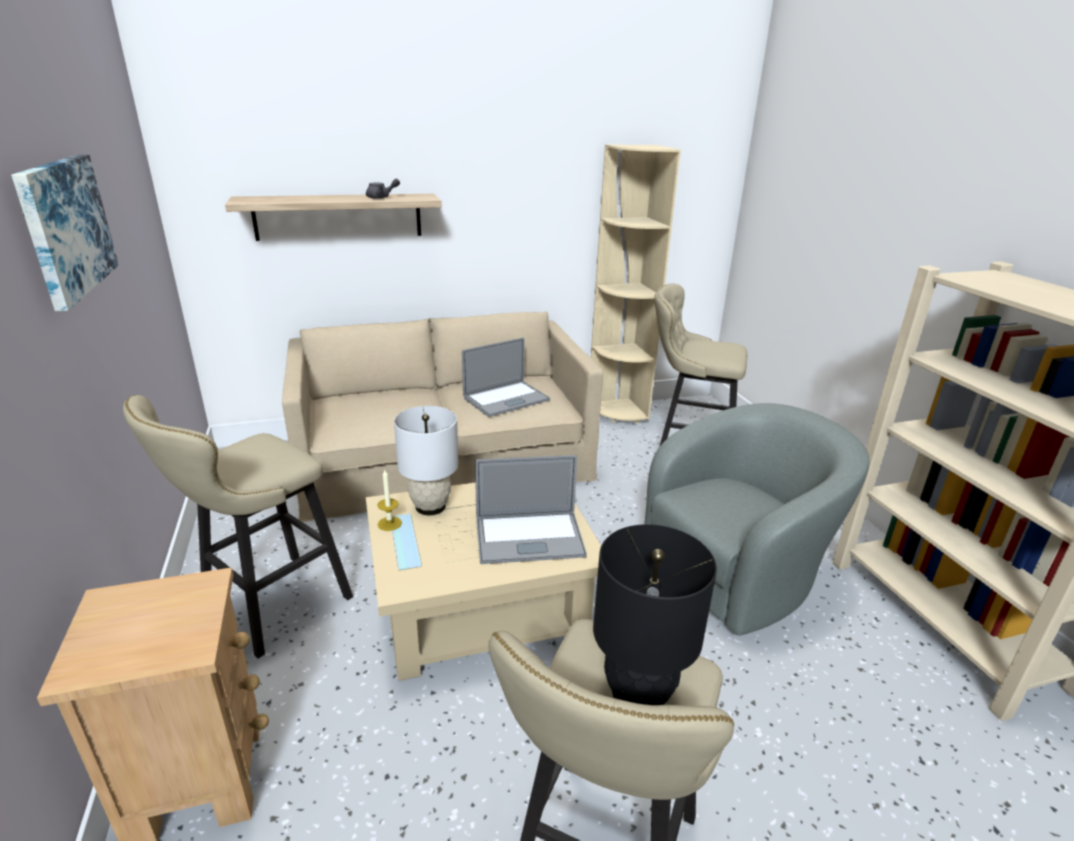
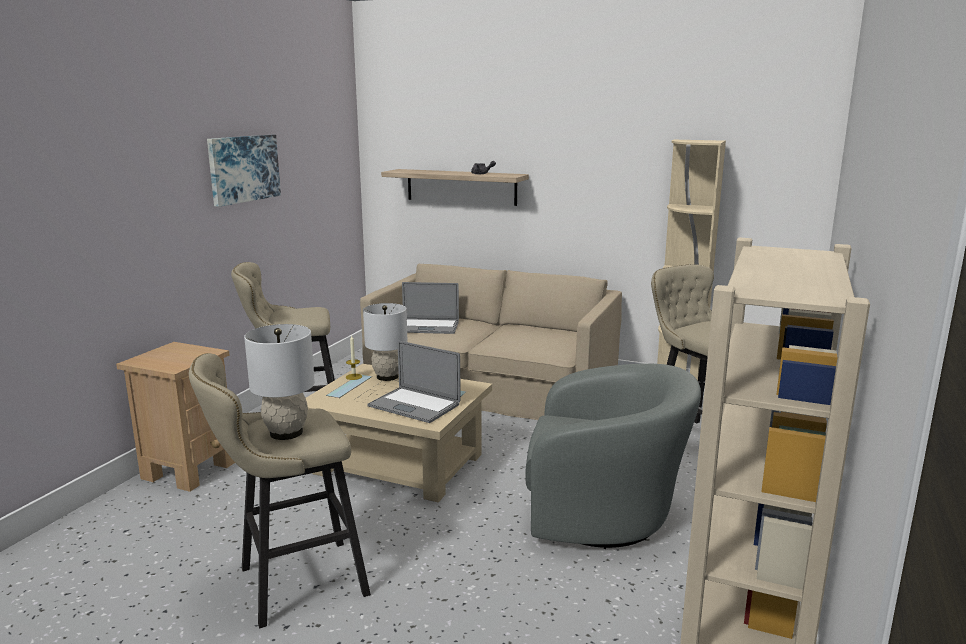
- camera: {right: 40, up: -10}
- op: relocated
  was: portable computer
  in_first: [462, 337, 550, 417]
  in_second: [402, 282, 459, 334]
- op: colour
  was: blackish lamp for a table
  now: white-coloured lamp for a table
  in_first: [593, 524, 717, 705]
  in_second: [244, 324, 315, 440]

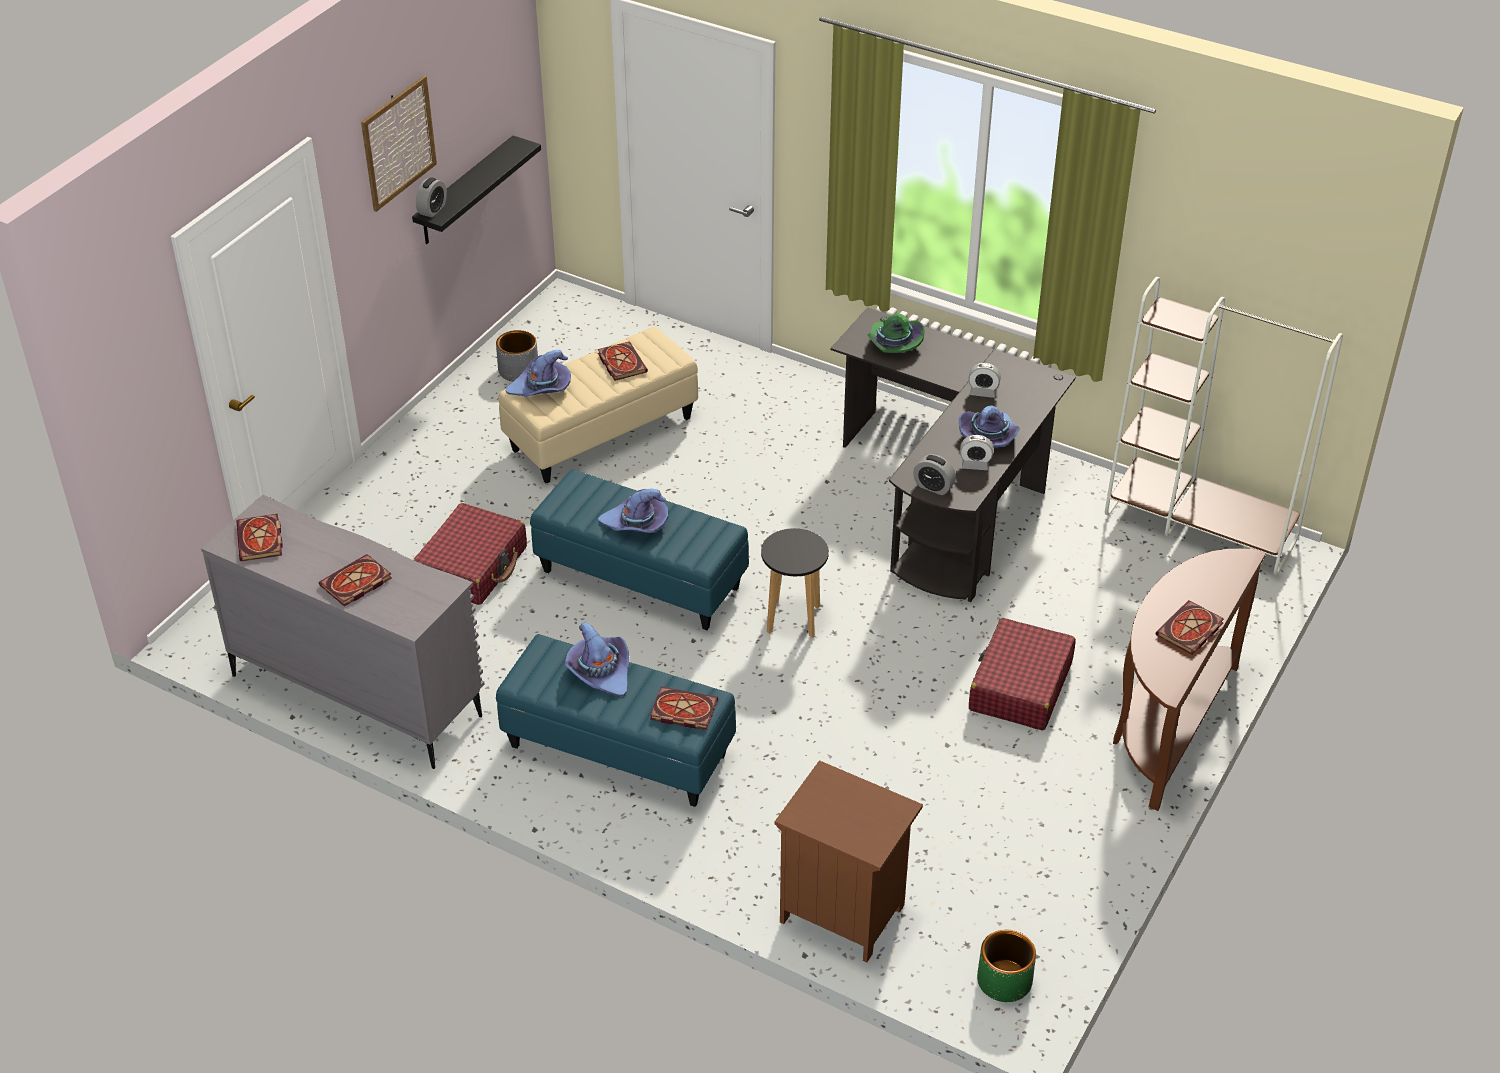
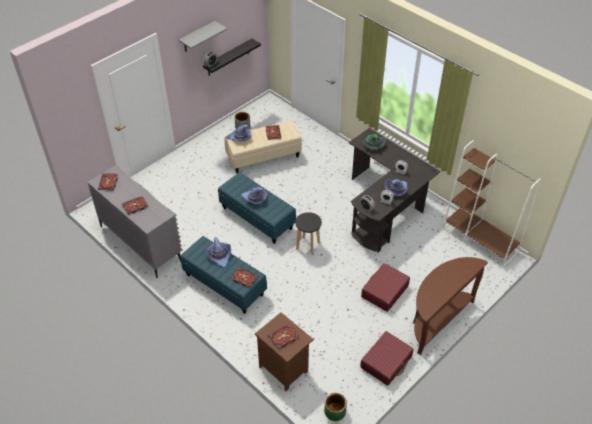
- camera: {right: 15, up: 5}
- op: exchanged
  was: wall art
  now: gray shelf
  in_first: [361, 75, 437, 212]
  in_second: [179, 21, 227, 51]
- op: relocated
  was: reddish travel case
  in_first: [413, 503, 527, 605]
  in_second: [360, 331, 413, 386]
- op: relocated
  was: volume
  in_first: [1156, 600, 1224, 655]
  in_second: [268, 324, 299, 349]

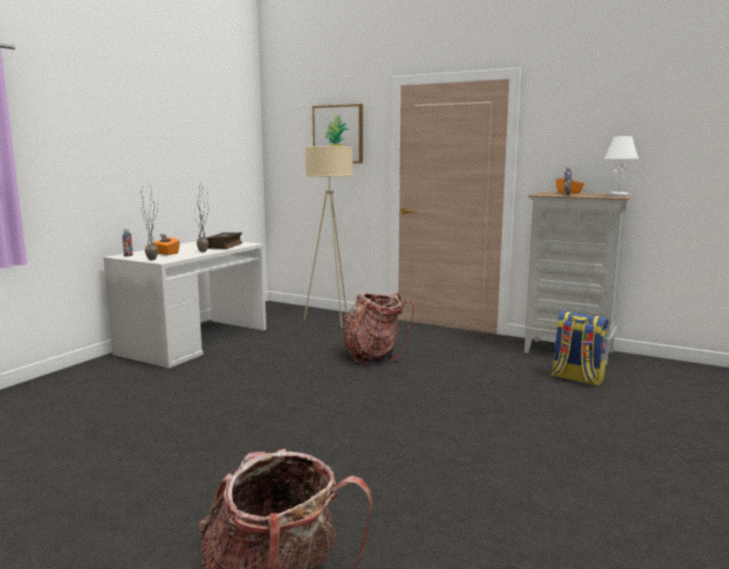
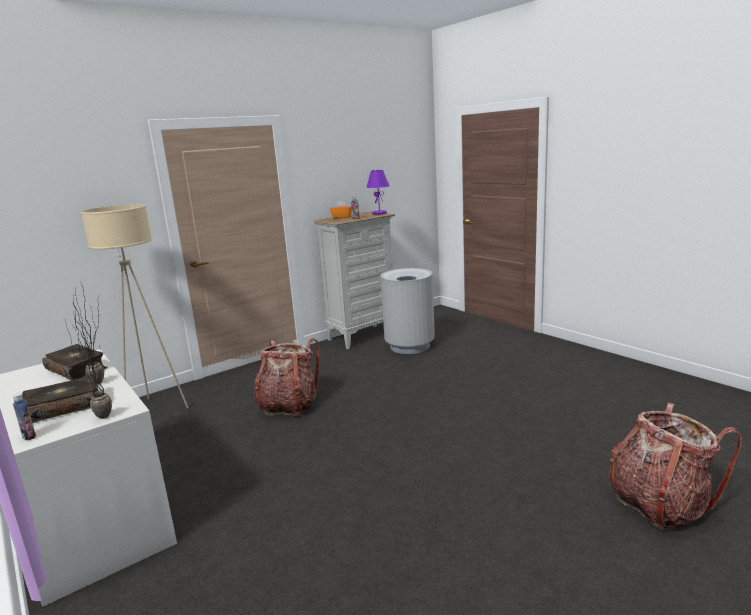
- camera: {right: -65, up: 5}
- op: exchanged
  was: orangey tissue box
  now: volume
  in_first: [153, 234, 180, 255]
  in_second: [22, 375, 100, 423]
- op: missing
  was: wall art
  in_first: [312, 104, 363, 163]
- op: exchanged
  was: rucksack
  now: gray rubbish bin
  in_first: [552, 311, 609, 386]
  in_second: [380, 268, 435, 354]
- op: colour
  was: white-coloured lamp for a table
  now: purplish lamp for a table
  in_first: [604, 136, 639, 196]
  in_second: [366, 170, 390, 214]

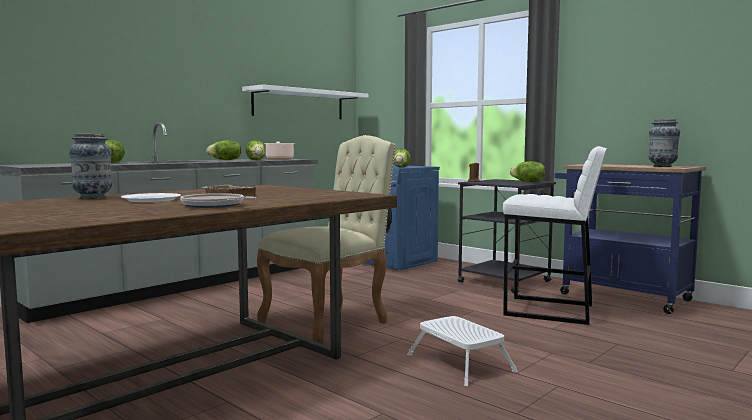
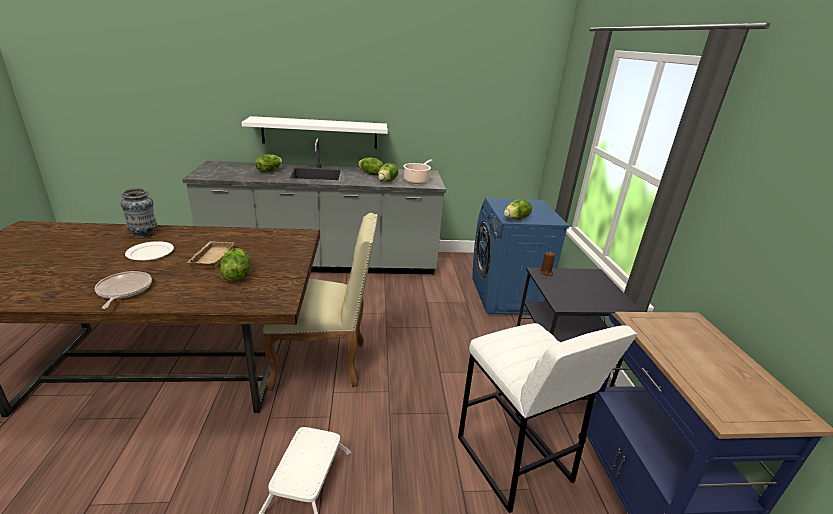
- camera: {right: 40, up: 20}
- op: relocated
  was: white-coloured shelf
  in_first: [242, 85, 368, 119]
  in_second: [241, 116, 388, 149]
- op: relocated
  was: lettuce
  in_first: [510, 161, 546, 182]
  in_second: [220, 248, 250, 281]
- op: missing
  was: vase
  in_first: [649, 119, 680, 167]

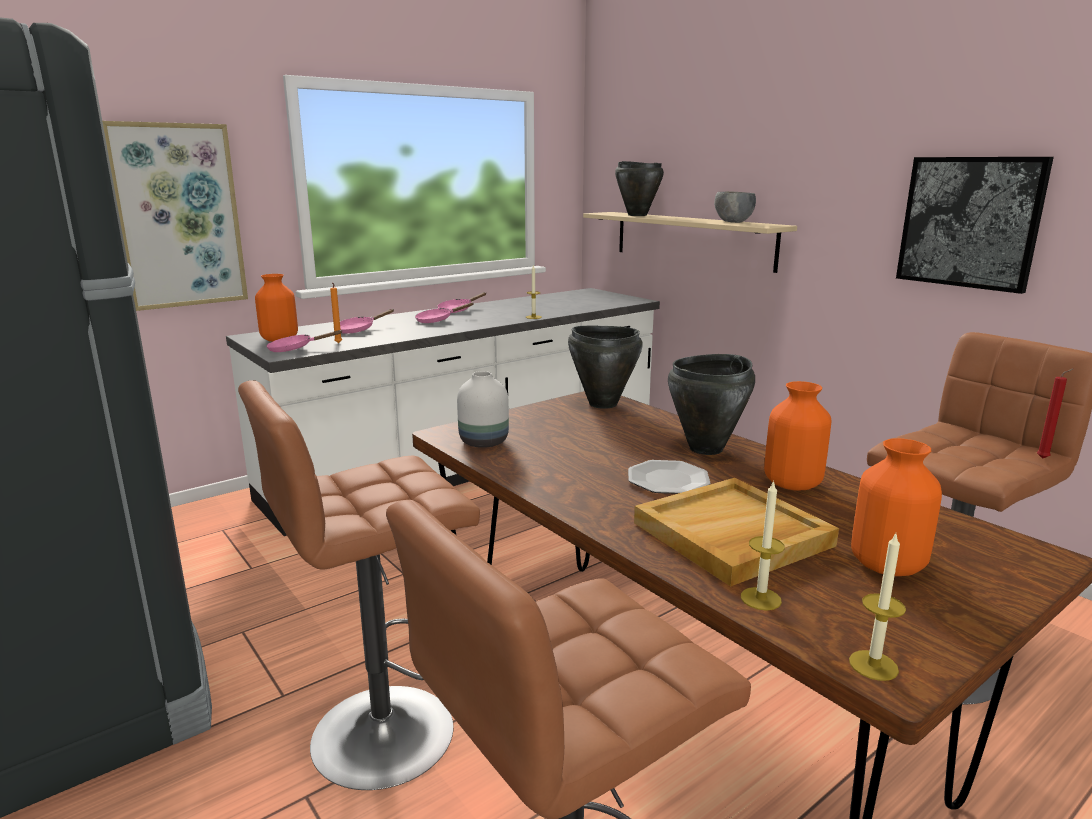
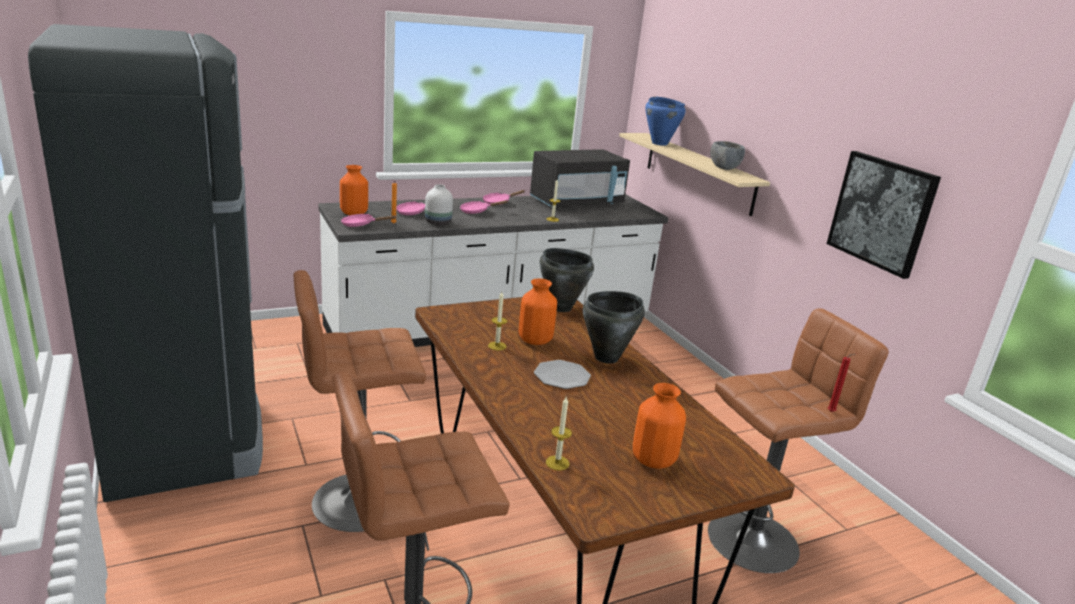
- camera: {right: 10, up: 5}
- op: missing
  was: wall art
  in_first: [102, 121, 248, 311]
- op: relocated
  was: white-coloured vase
  in_first: [457, 371, 509, 448]
  in_second: [425, 184, 453, 225]
- op: colour
  was: blackish saucepot
  now: blue saucepot
  in_first: [615, 161, 664, 216]
  in_second: [645, 97, 686, 146]
- op: missing
  was: sand-coloured serving tray
  in_first: [634, 478, 839, 586]
- op: relocated
  was: orangey vase
  in_first: [764, 381, 831, 491]
  in_second: [519, 278, 557, 345]
- op: relocated
  was: candle
  in_first: [849, 534, 906, 681]
  in_second: [488, 292, 507, 351]
- op: appeared
  now: blackish microwave oven
  in_second: [530, 149, 630, 207]

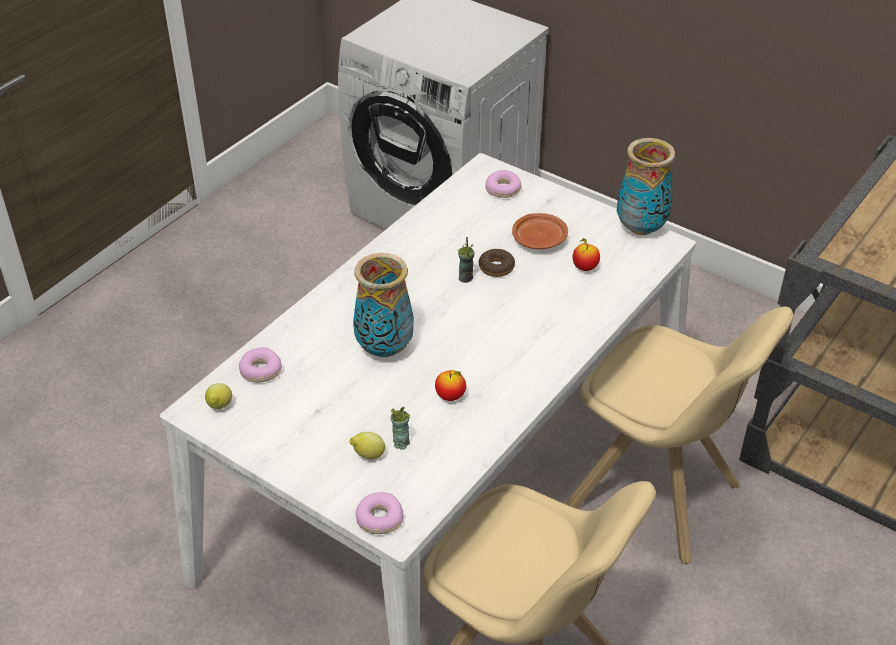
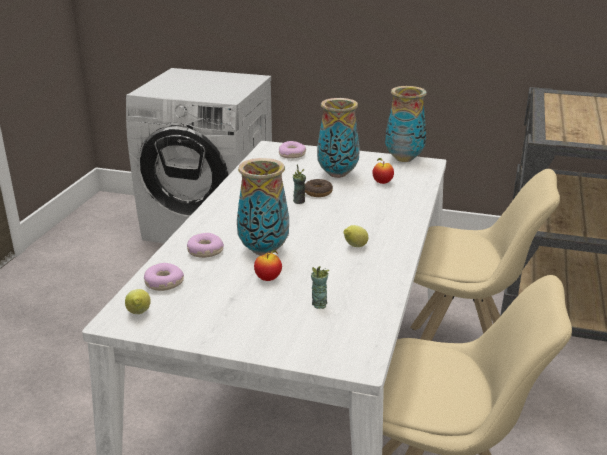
- camera: {right: -20, up: -15}
- op: relocated
  was: lemon
  in_first: [350, 432, 385, 460]
  in_second: [344, 225, 368, 247]
- op: relocated
  was: ring doughnut
  in_first: [356, 492, 403, 534]
  in_second: [187, 233, 224, 258]
- op: relocated
  was: apple fruit
  in_first: [435, 370, 466, 401]
  in_second: [254, 250, 282, 281]
- op: exchanged
  was: brownish flat dish
  now: vase
  in_first: [512, 213, 568, 249]
  in_second: [317, 98, 360, 178]

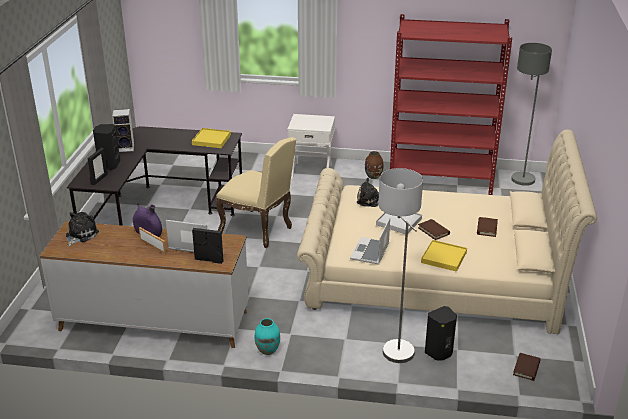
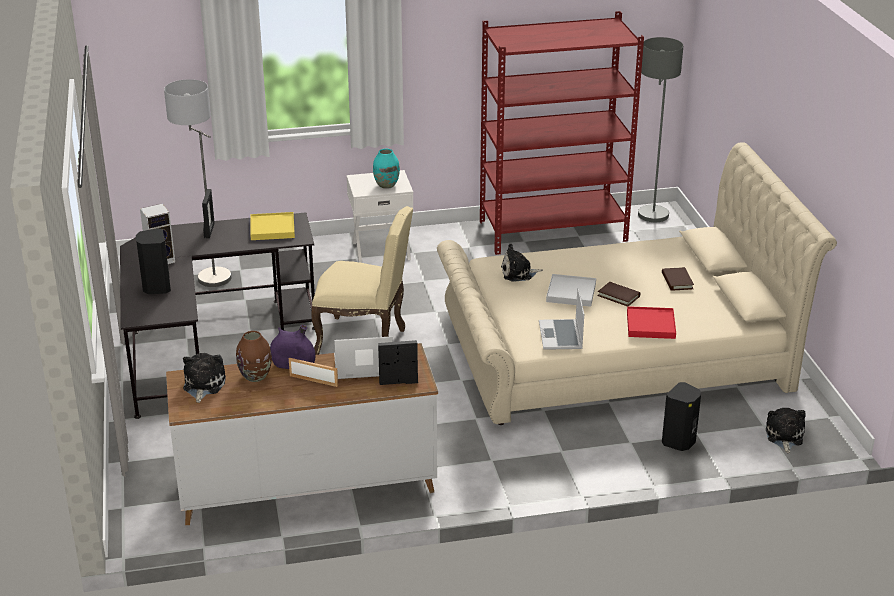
- camera: {right: -20, up: 0}
- op: relocated
  was: picture frame
  in_first: [87, 148, 108, 185]
  in_second: [202, 189, 215, 238]
- op: relocated
  was: turquoise vase
  in_first: [255, 318, 280, 355]
  in_second: [373, 149, 400, 189]
- op: relocated
  was: brownish vase
  in_first: [365, 151, 384, 179]
  in_second: [236, 331, 272, 382]
- op: relocated
  was: gray standing lamp
  in_first: [378, 168, 423, 363]
  in_second: [164, 79, 231, 287]
- op: colour
  was: yellow-coloured serving tray
  now: reddish serving tray
  in_first: [421, 240, 467, 272]
  in_second: [627, 306, 676, 339]
- op: exchanged
  was: brownish volume
  now: cuddly toy
  in_first: [513, 353, 540, 381]
  in_second: [766, 408, 806, 454]

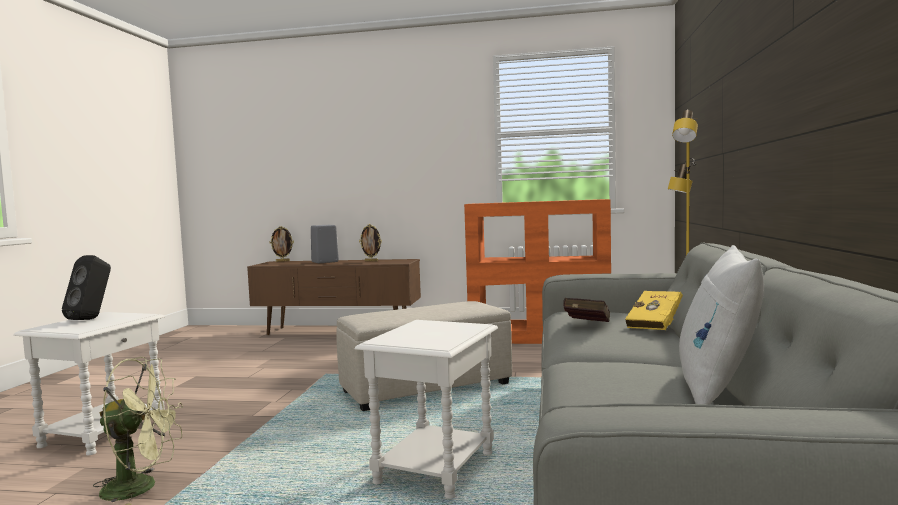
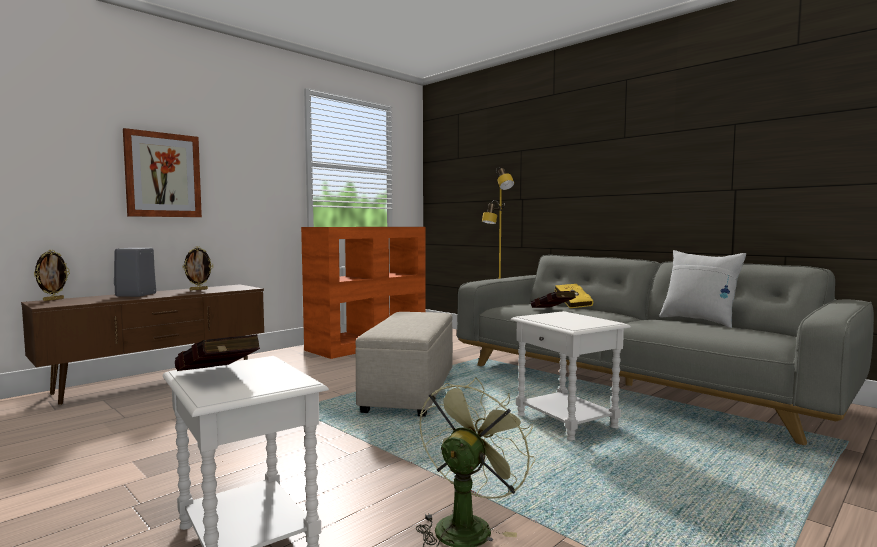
- camera: {right: -55, up: 0}
- op: exchanged
  was: blackish audio speaker
  now: reddish volume
  in_first: [62, 255, 111, 320]
  in_second: [175, 334, 260, 371]
- op: appeared
  now: wall art
  in_second: [123, 128, 202, 217]

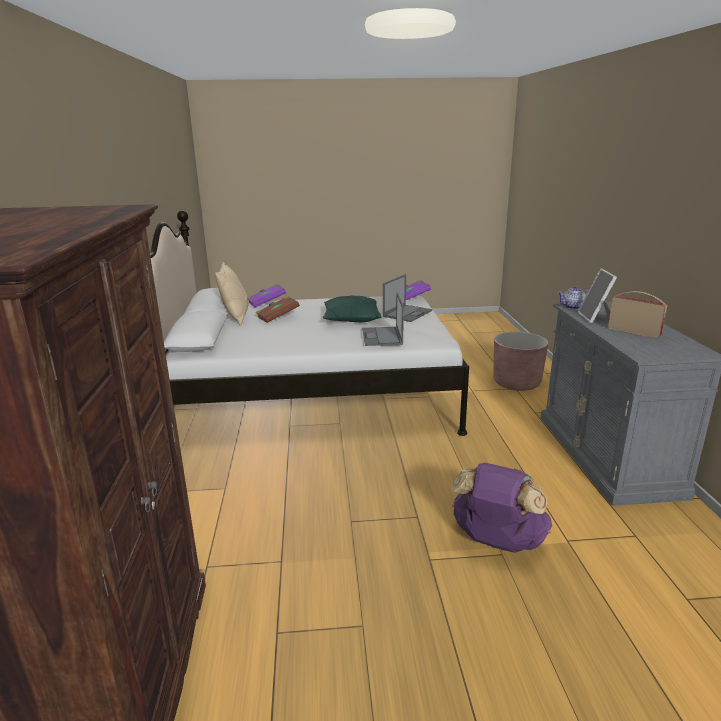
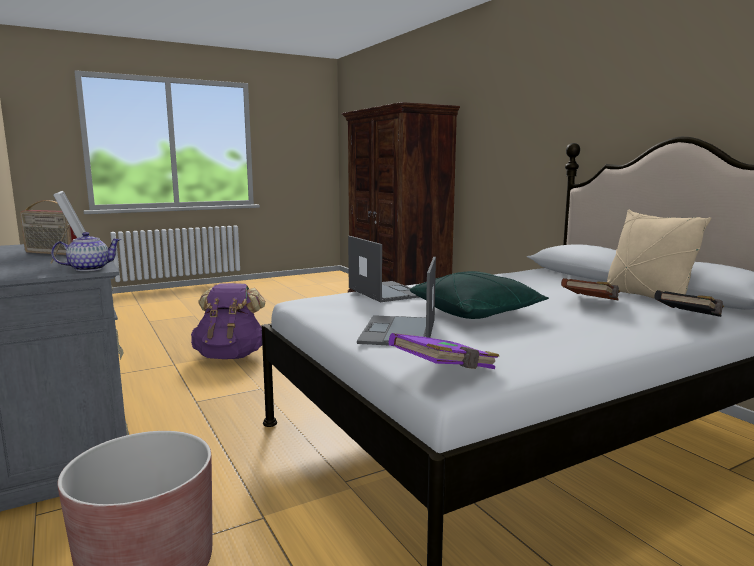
- camera: {right: 155, up: -10}
- op: colour
  was: purplish volume
  now: blackish volume
  in_first: [247, 284, 286, 308]
  in_second: [655, 290, 724, 317]

